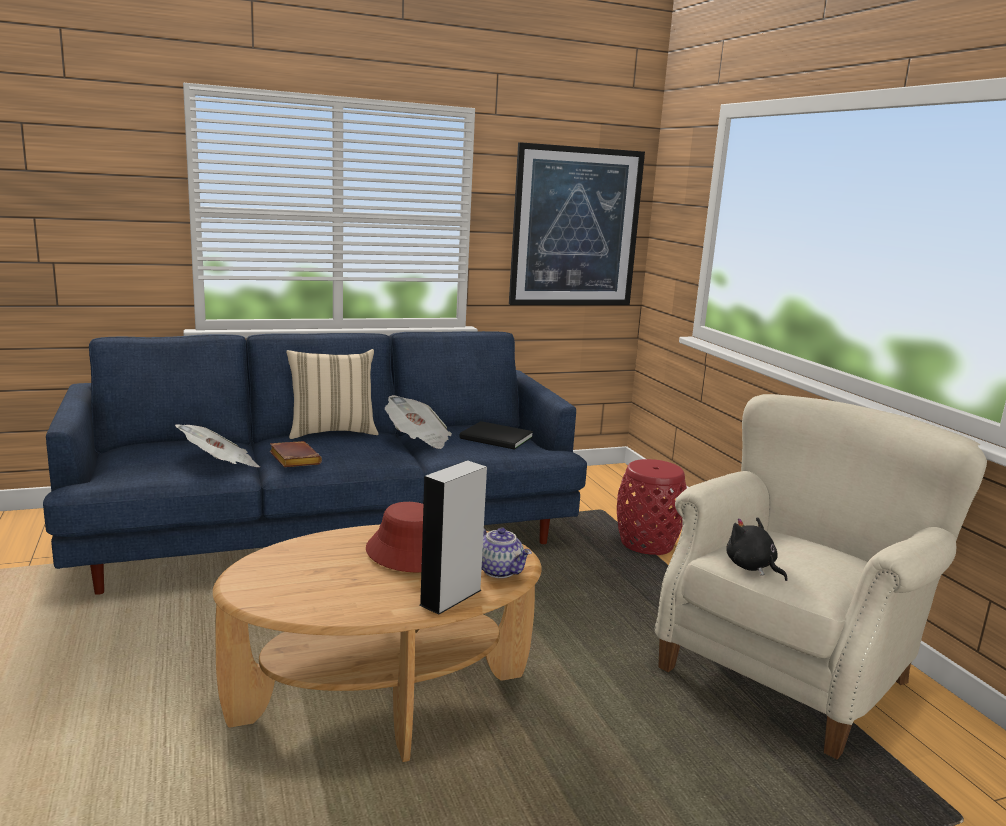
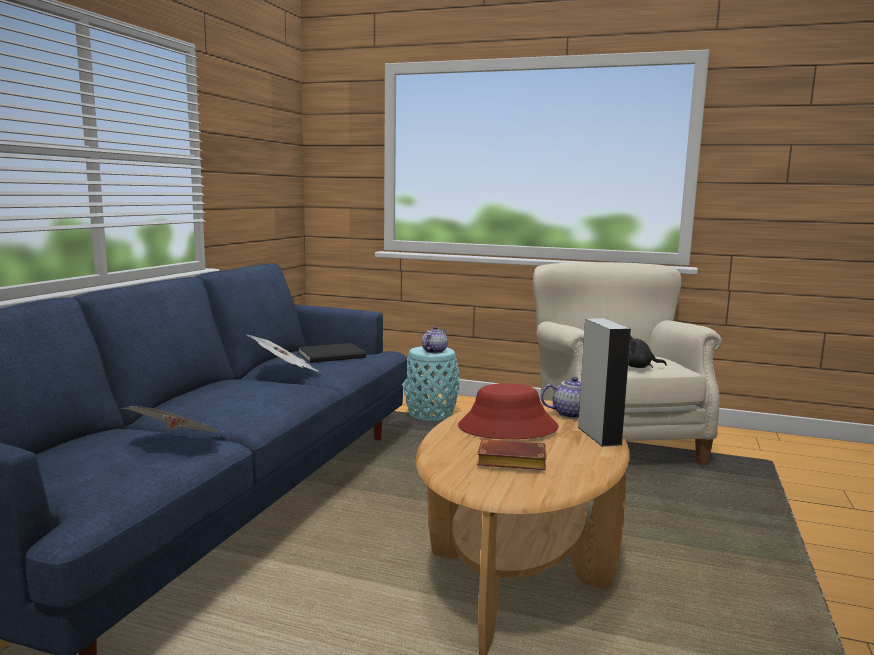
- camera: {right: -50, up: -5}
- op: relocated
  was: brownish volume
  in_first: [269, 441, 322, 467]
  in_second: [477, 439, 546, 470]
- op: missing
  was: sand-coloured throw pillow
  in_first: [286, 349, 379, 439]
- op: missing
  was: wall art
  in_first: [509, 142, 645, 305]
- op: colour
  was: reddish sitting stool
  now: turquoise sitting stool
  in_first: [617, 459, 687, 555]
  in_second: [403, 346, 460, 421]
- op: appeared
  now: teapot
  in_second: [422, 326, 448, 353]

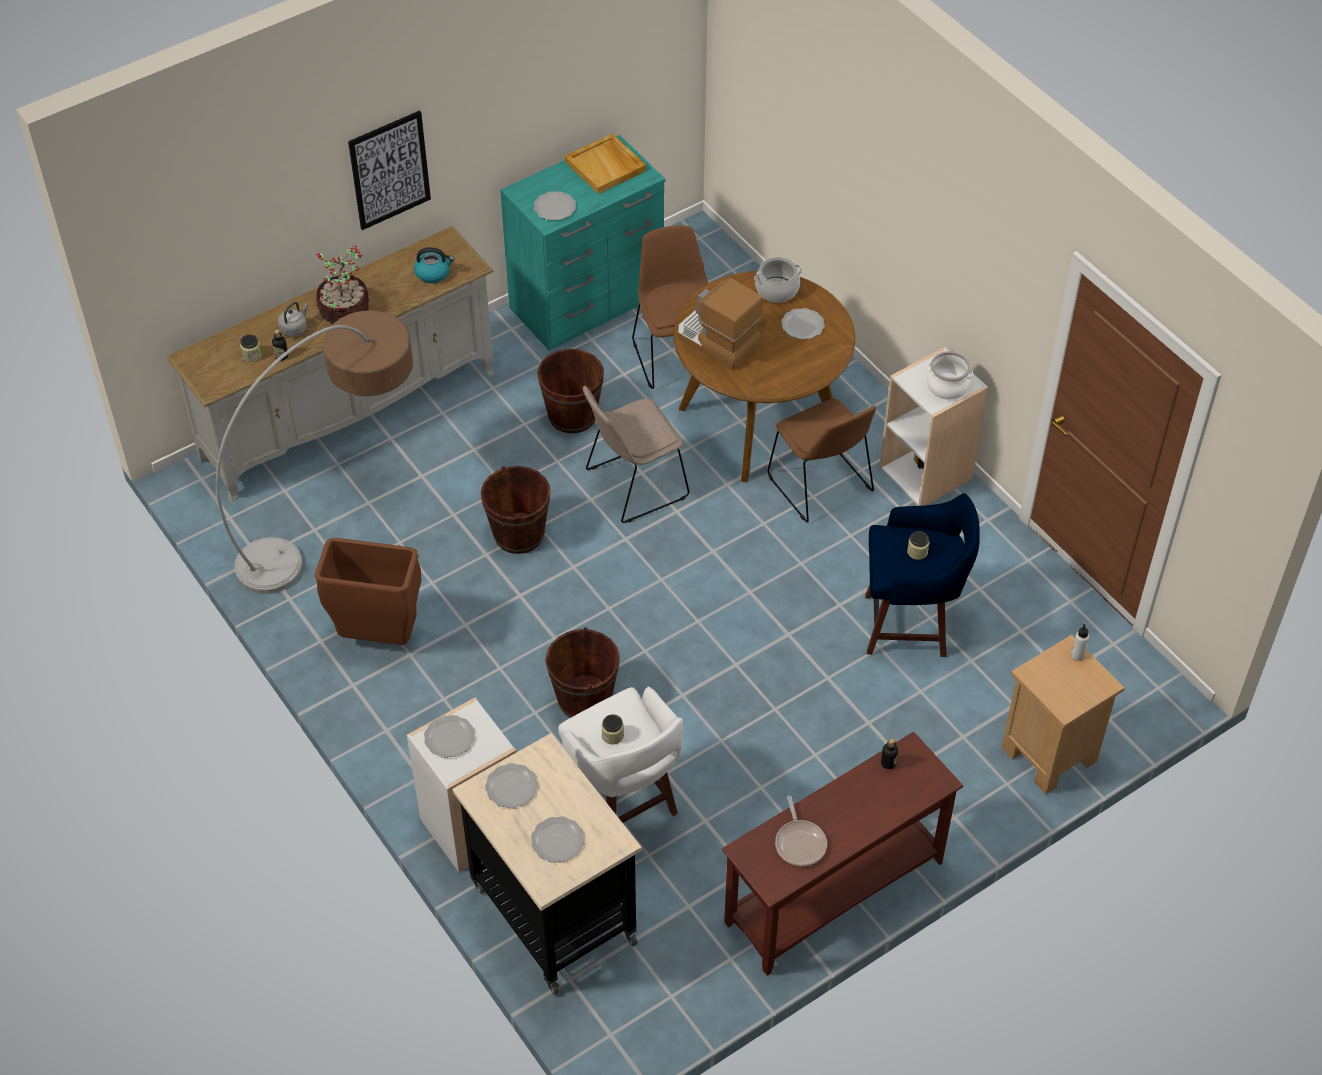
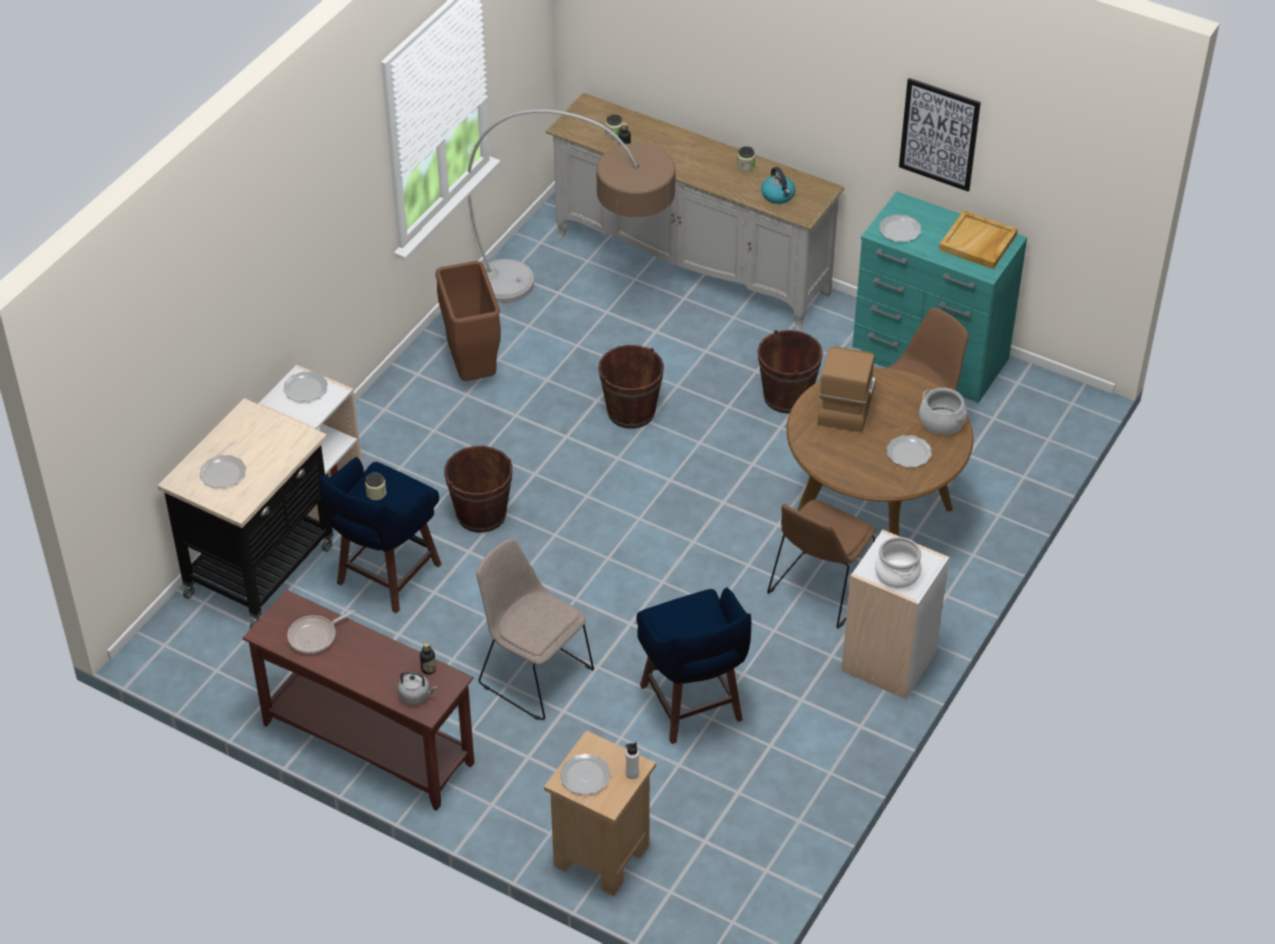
- camera: {right: 65, up: -5}
- op: relocated
  was: gray water kettle
  in_first: [278, 302, 308, 337]
  in_second: [398, 671, 437, 705]
- op: missing
  was: plant in a pot
  in_first: [316, 245, 369, 324]
- op: relocated
  was: wall art
  in_first: [348, 110, 431, 230]
  in_second: [899, 78, 981, 191]
- op: relocated
  was: flat dish
  in_first: [485, 763, 538, 808]
  in_second: [560, 754, 611, 795]
- op: colour
  was: white-coloured sitting stool
  now: blue sitting stool
  in_first: [558, 686, 683, 823]
  in_second: [318, 457, 441, 613]
- op: relocated
  was: sand-coloured plain chair
  in_first: [583, 386, 690, 523]
  in_second: [476, 539, 594, 720]
- op: relocated
  was: storage jar
  in_first: [907, 531, 929, 560]
  in_second: [737, 146, 755, 172]

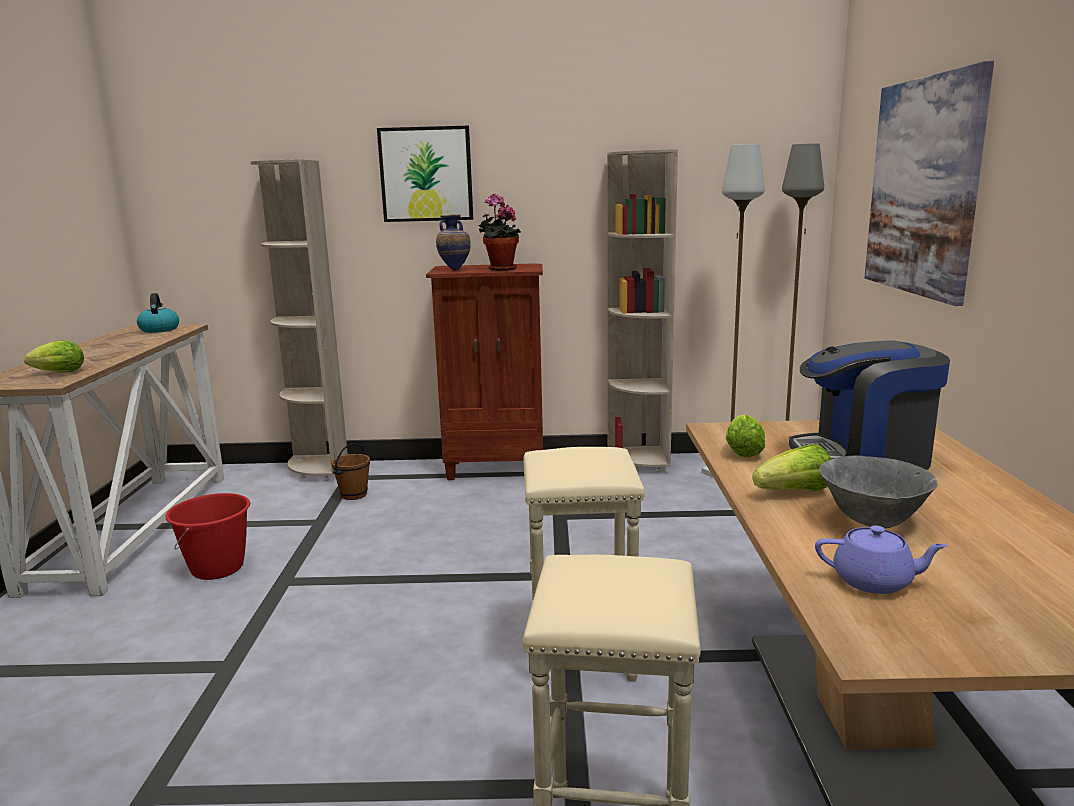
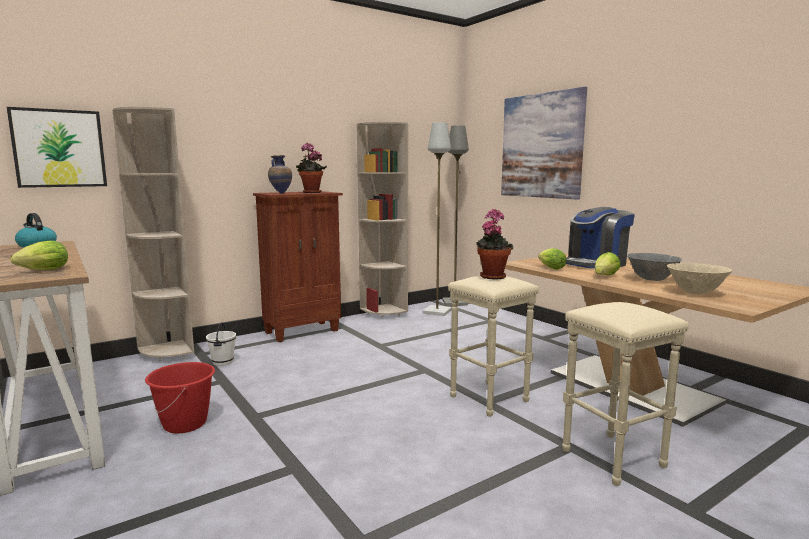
- camera: {right: -35, up: -5}
- op: colour
  was: brownish pail
  now: white-coloured pail
  in_first: [331, 443, 370, 500]
  in_second: [206, 322, 236, 366]
- op: relocated
  was: wall art
  in_first: [377, 126, 473, 222]
  in_second: [7, 107, 107, 188]
- op: exchanged
  was: purplish teapot
  now: sand-coloured serving bowl
  in_first: [815, 525, 948, 594]
  in_second: [667, 263, 733, 294]
- op: appeared
  now: plant in a pot
  in_second: [476, 209, 513, 279]

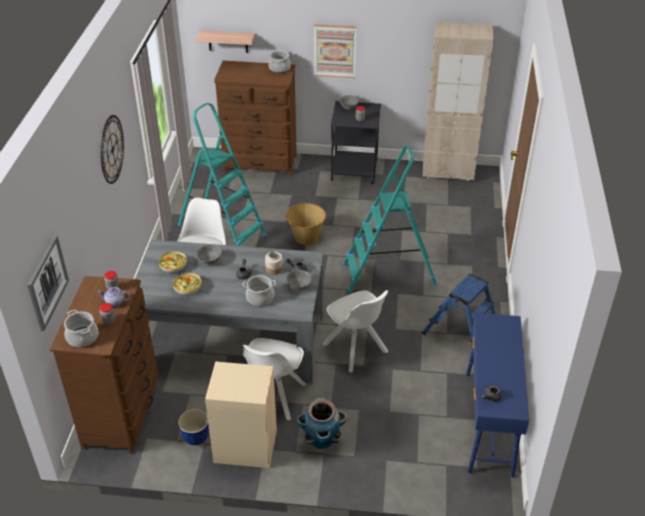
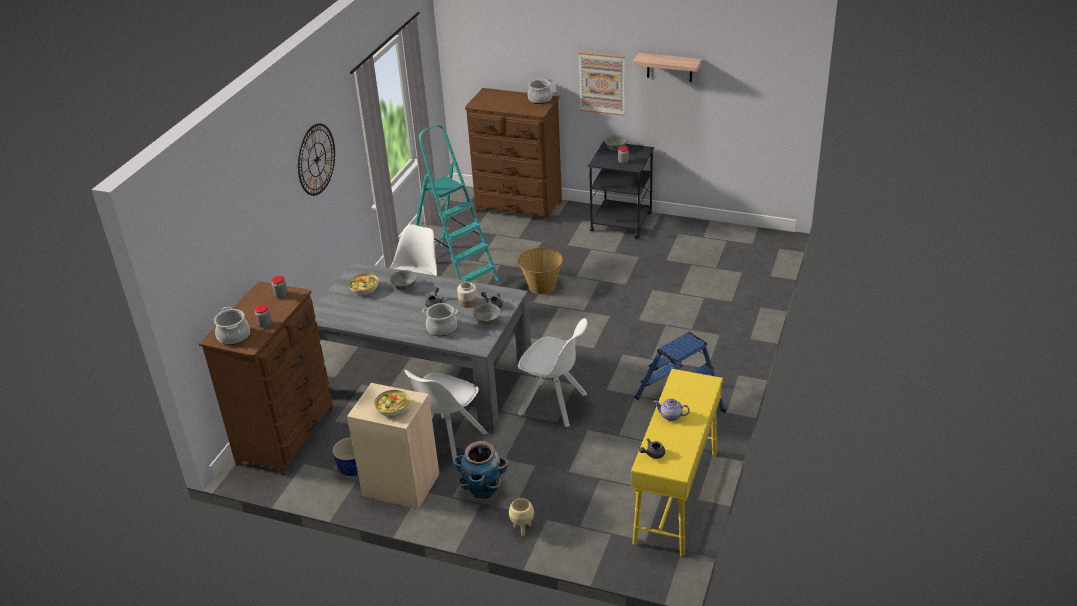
- camera: {right: 15, up: -5}
- op: missing
  was: wall art
  in_first: [27, 235, 69, 331]
- op: relocated
  was: teapot
  in_first: [97, 287, 131, 307]
  in_second: [654, 398, 690, 421]
- op: relocated
  was: serving bowl
  in_first: [172, 273, 202, 295]
  in_second: [374, 390, 409, 417]
- op: relocated
  was: shelf
  in_first: [196, 30, 255, 53]
  in_second: [632, 53, 702, 82]
- op: spun
  was: white-coloured plain chair
  in_first: [323, 290, 388, 372]
  in_second: [518, 318, 587, 427]
  clockwise: -45
- op: missing
  was: turquoise stepladder
  in_first: [343, 145, 437, 292]
- op: missing
  was: sand-coloured cabinet
  in_first: [423, 22, 494, 181]
- op: colour
  was: blue hall table
  now: yellow-coloured hall table
  in_first: [466, 313, 529, 477]
  in_second: [631, 369, 723, 556]
- op: appeared
  now: sand-coloured planter
  in_second: [509, 498, 534, 537]

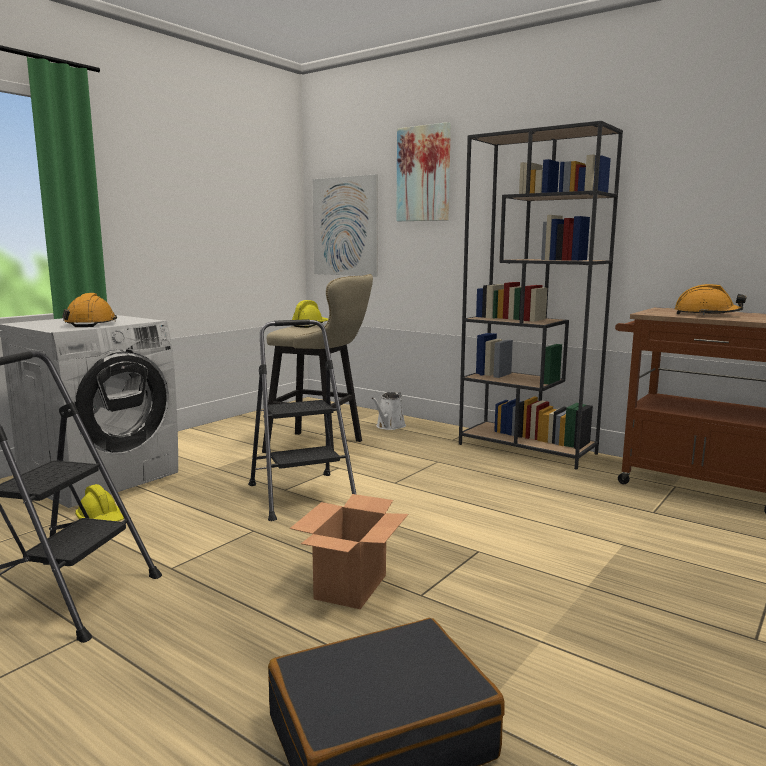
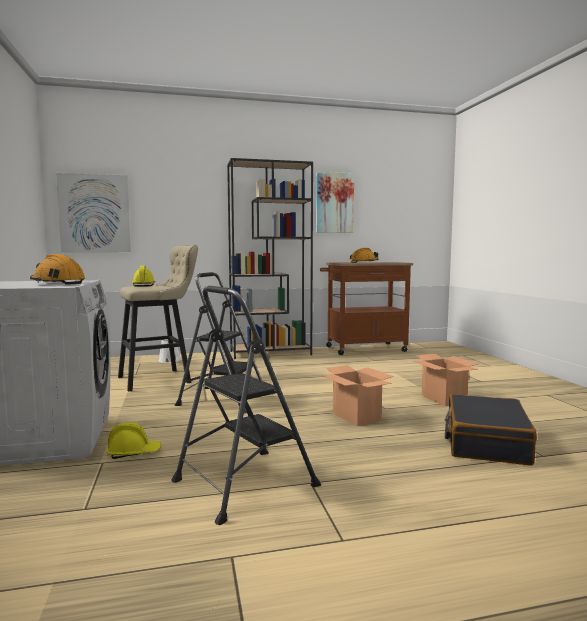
- camera: {right: -50, up: -5}
- op: relocated
  was: wall art
  in_first: [396, 122, 451, 221]
  in_second: [316, 172, 354, 233]
- op: appeared
  now: cardboard box
  in_second: [413, 354, 479, 406]

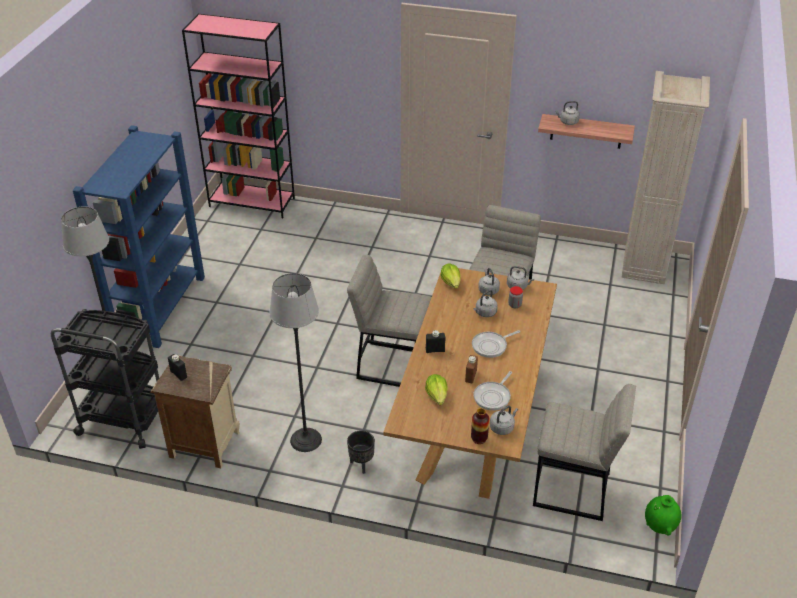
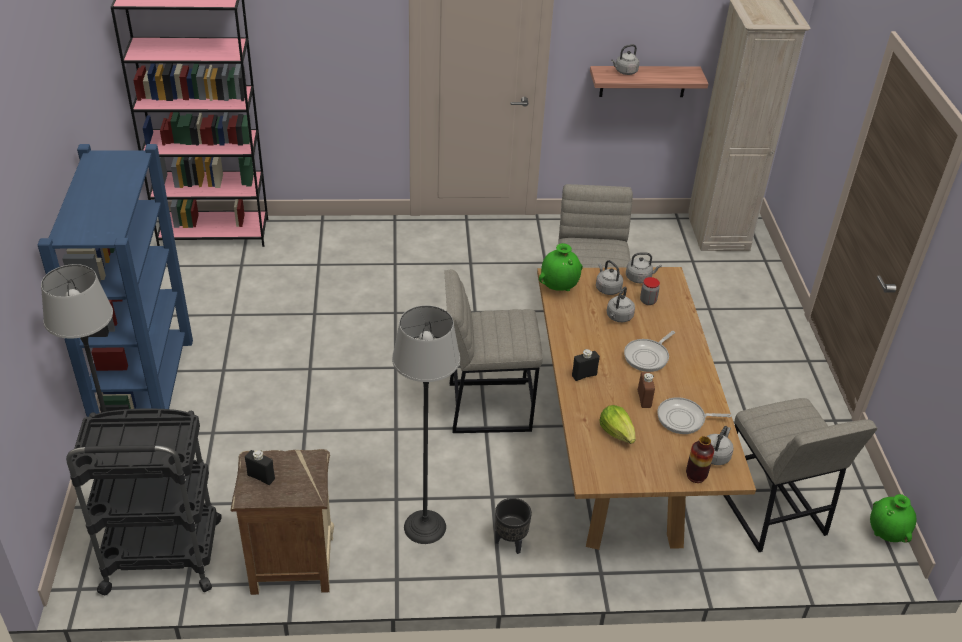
- camera: {right: -20, up: 0}
- op: exchanged
  was: lettuce
  now: greenish vase
  in_first: [440, 263, 461, 289]
  in_second: [539, 243, 583, 291]
- op: spun
  was: pan
  in_first: [473, 371, 512, 411]
  in_second: [657, 397, 732, 434]
  clockwise: 75
- op: spun
  was: gray plain chair
  in_first: [533, 384, 636, 521]
  in_second: [723, 398, 878, 552]
  clockwise: 75

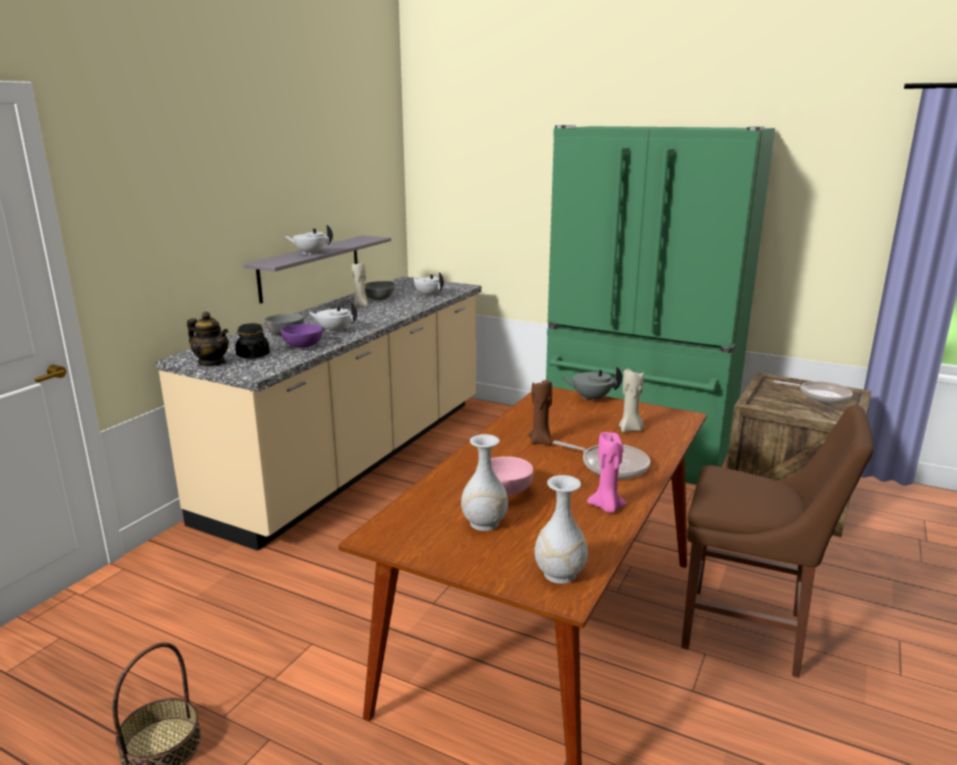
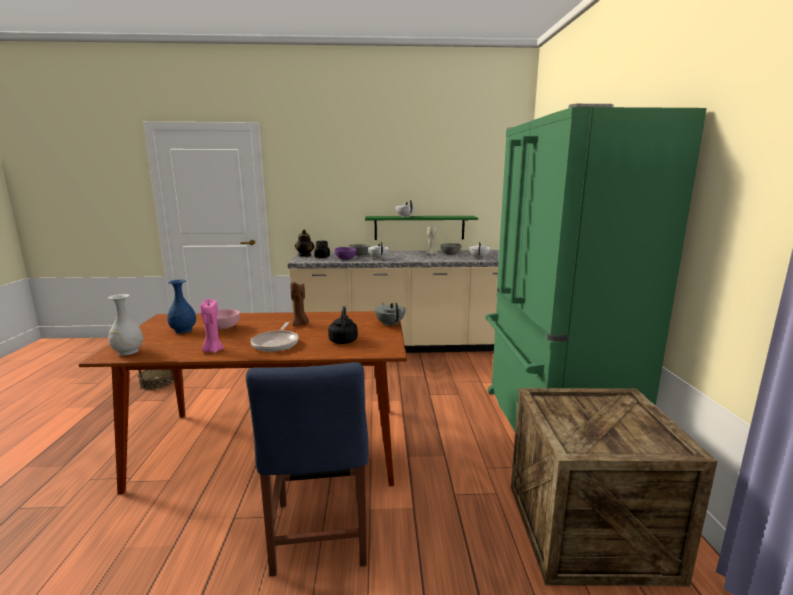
- camera: {right: 60, up: -5}
- op: colour
  was: gray shelf
  now: greenish shelf
  in_first: [243, 235, 391, 304]
  in_second: [365, 216, 478, 240]
- op: colour
  was: white-coloured vase
  now: blue vase
  in_first: [461, 434, 508, 531]
  in_second: [167, 280, 196, 333]
- op: exchanged
  was: sand-coloured candle
  now: blackish water kettle
  in_first: [619, 369, 644, 432]
  in_second: [328, 306, 358, 344]
- op: colour
  was: brownish plain chair
  now: blue plain chair
  in_first: [681, 405, 874, 678]
  in_second: [246, 362, 369, 576]
- op: missing
  was: pan
  in_first: [774, 381, 853, 403]

